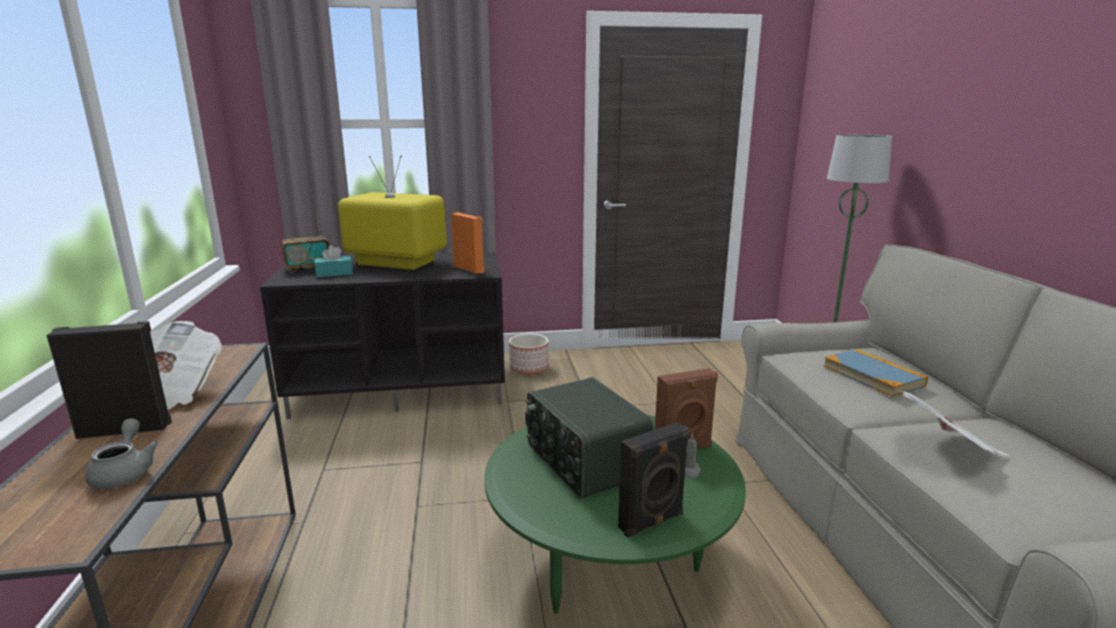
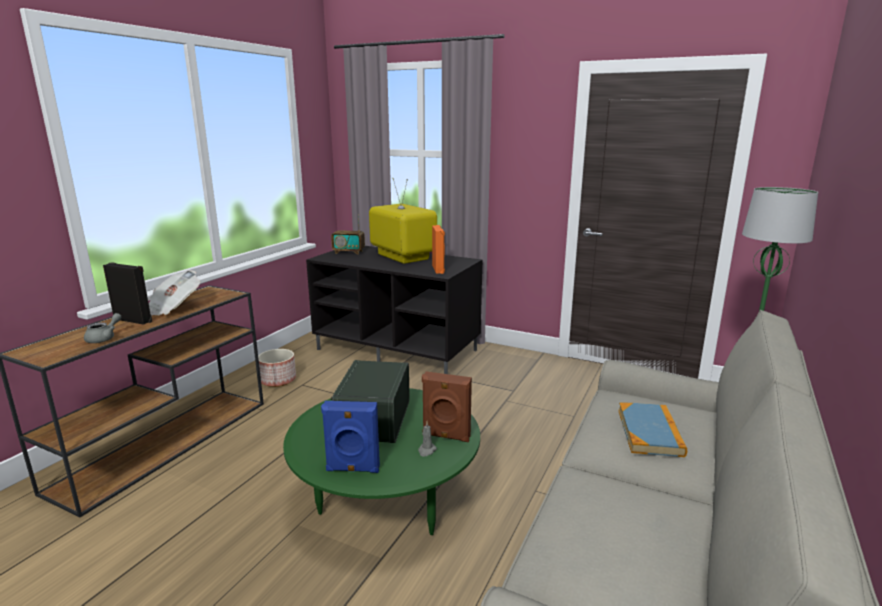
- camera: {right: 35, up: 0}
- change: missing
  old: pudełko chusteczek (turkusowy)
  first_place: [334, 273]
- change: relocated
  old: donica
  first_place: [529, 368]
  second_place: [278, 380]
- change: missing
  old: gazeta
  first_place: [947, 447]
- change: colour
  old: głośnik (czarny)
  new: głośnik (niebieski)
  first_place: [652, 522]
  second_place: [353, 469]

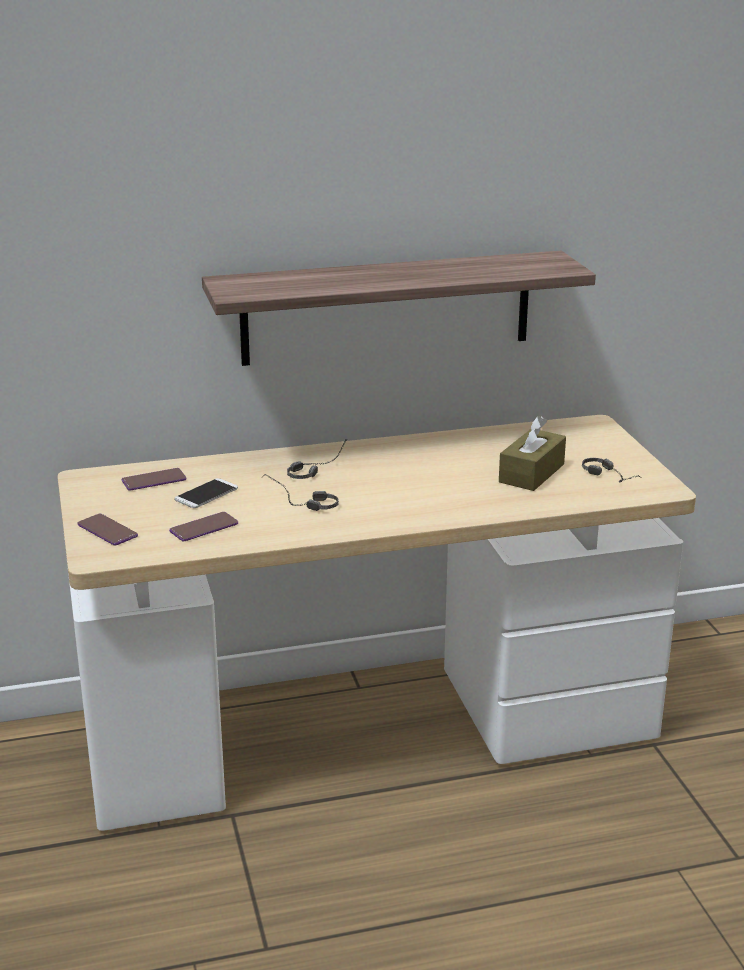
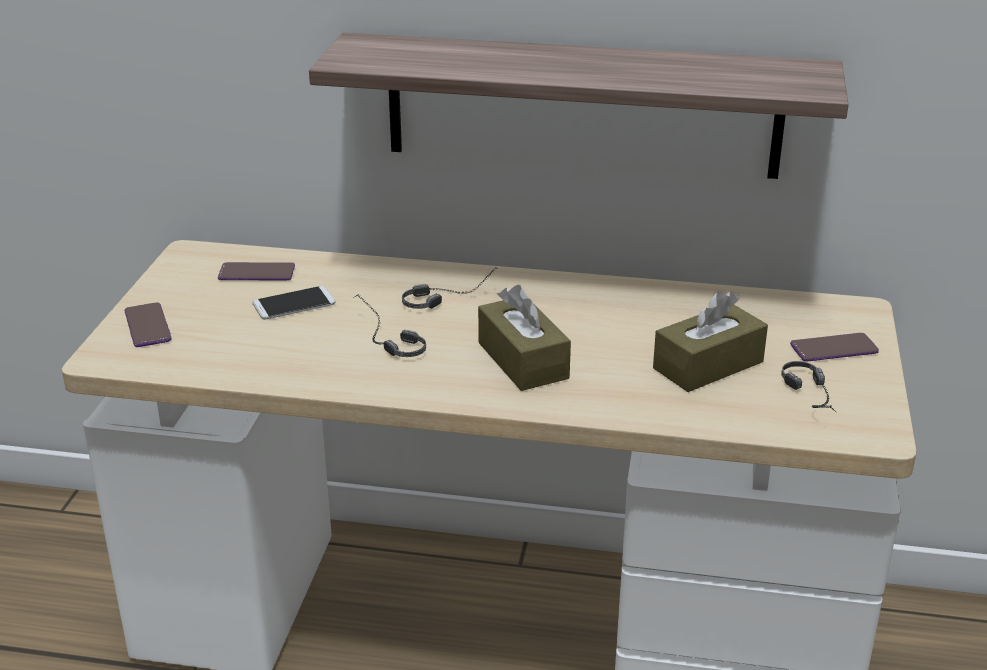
- camera: {right: 25, up: 5}
- change: relocated
  old: telefon
  first_place: [204, 528]
  second_place: [834, 349]
- change: appeared
  new: pudełko chusteczek (brązowy)
  second_place: [523, 360]

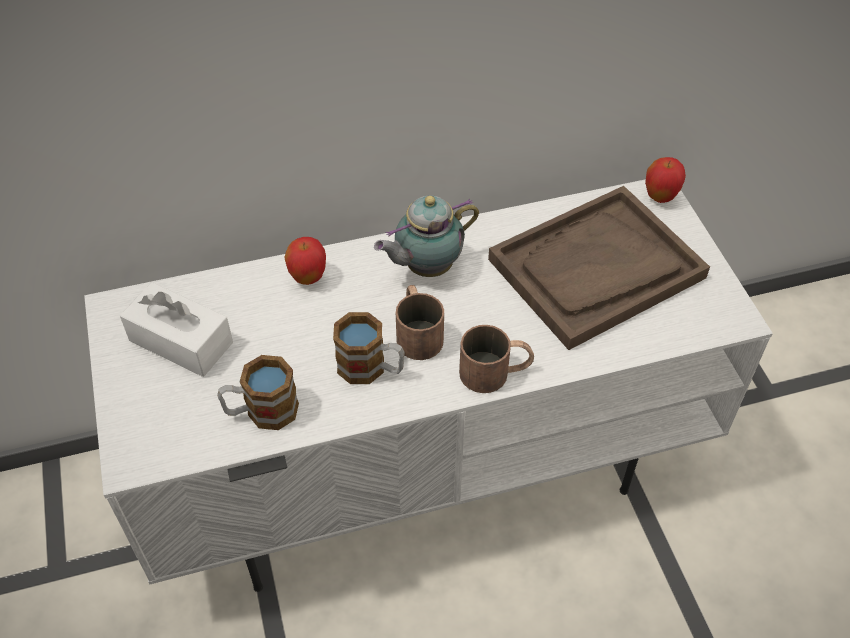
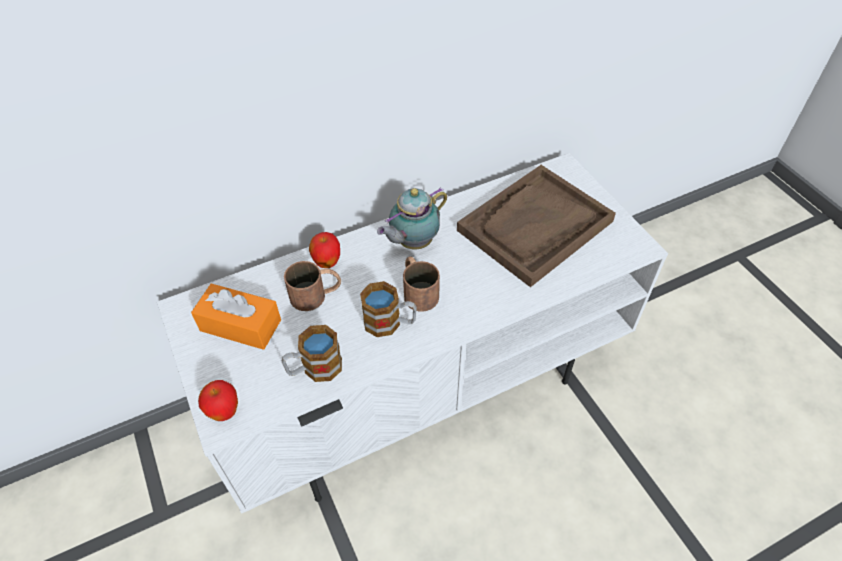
- camera: {right: -10, up: 0}
- change: relocated
  old: jabłko
  first_place: [660, 197]
  second_place: [225, 412]
- change: colour
  old: pudełko chusteczek (biały)
  new: pudełko chusteczek (pomarańczowy)
  first_place: [181, 341]
  second_place: [240, 325]
- change: relocated
  old: kubek (brązowy)
  first_place: [496, 372]
  second_place: [316, 295]

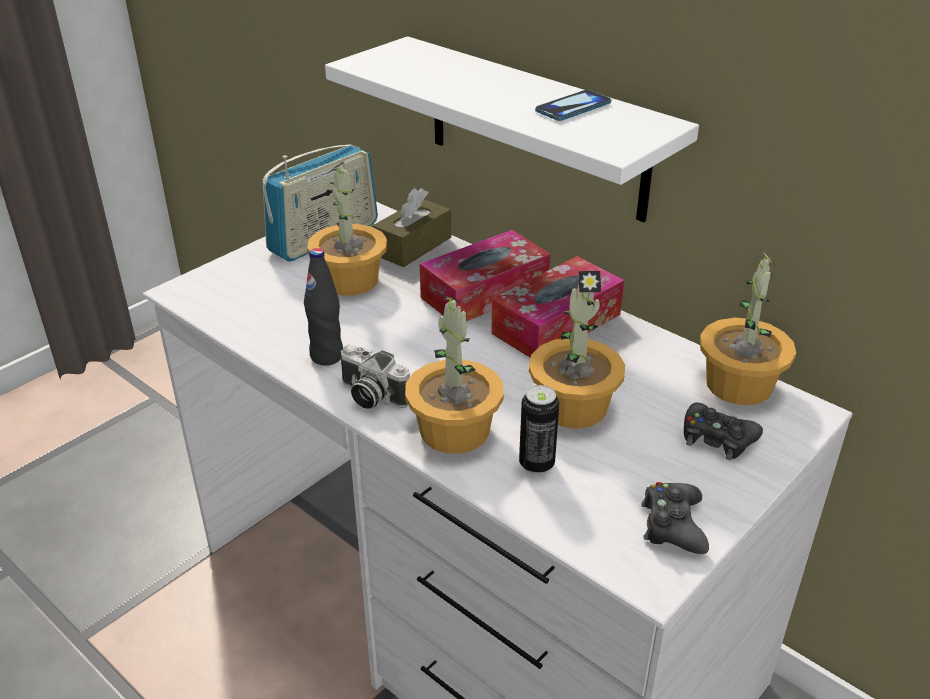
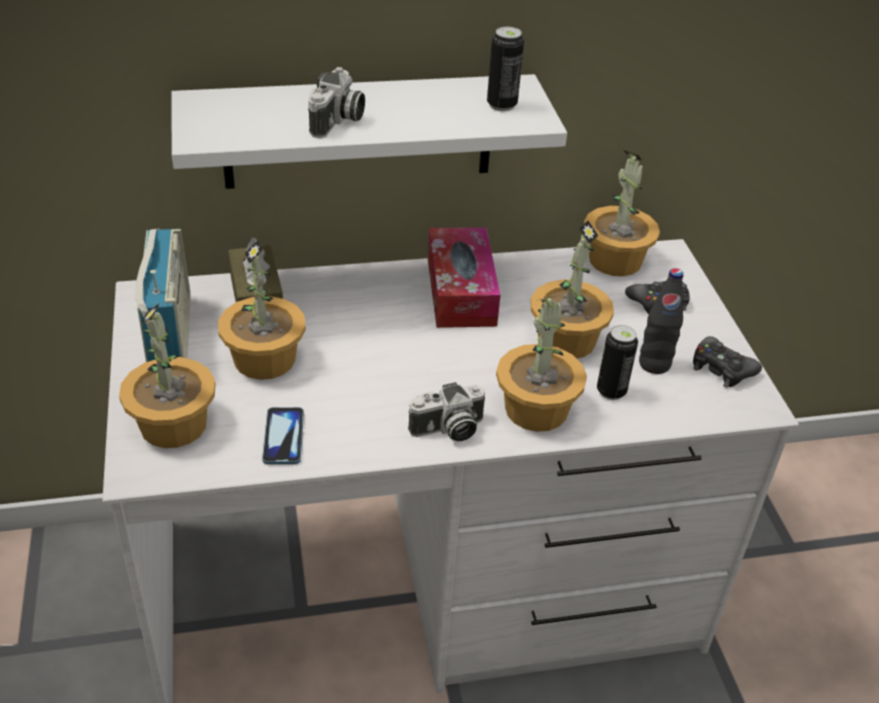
- camera: {right: -55, up: 5}
- change: relocated
  old: telefon
  first_place: [573, 107]
  second_place: [283, 437]
- change: missing
  old: pudełko chusteczek
  first_place: [485, 292]
- change: relocated
  old: butelka (czarny)
  first_place: [327, 356]
  second_place: [654, 364]
- change: appeared
  new: puszka
  second_place: [501, 105]
- change: appeared
  new: aparat fotograficzny
  second_place: [338, 121]
- change: appeared
  new: roślina doniczkowa
  second_place: [174, 425]

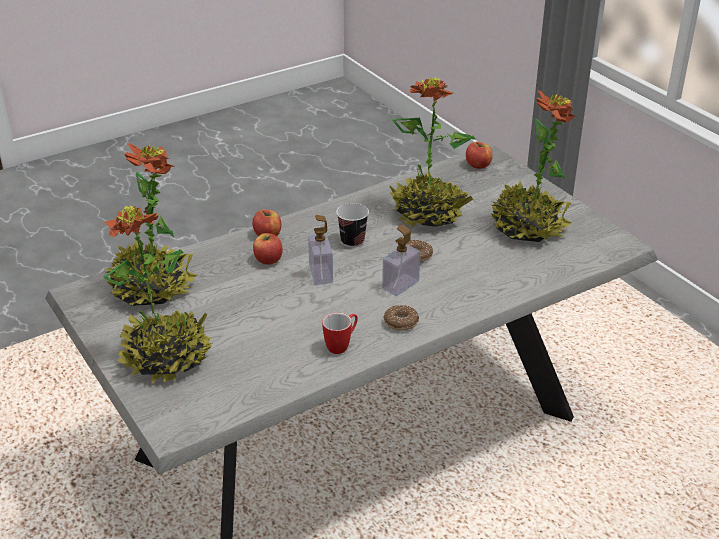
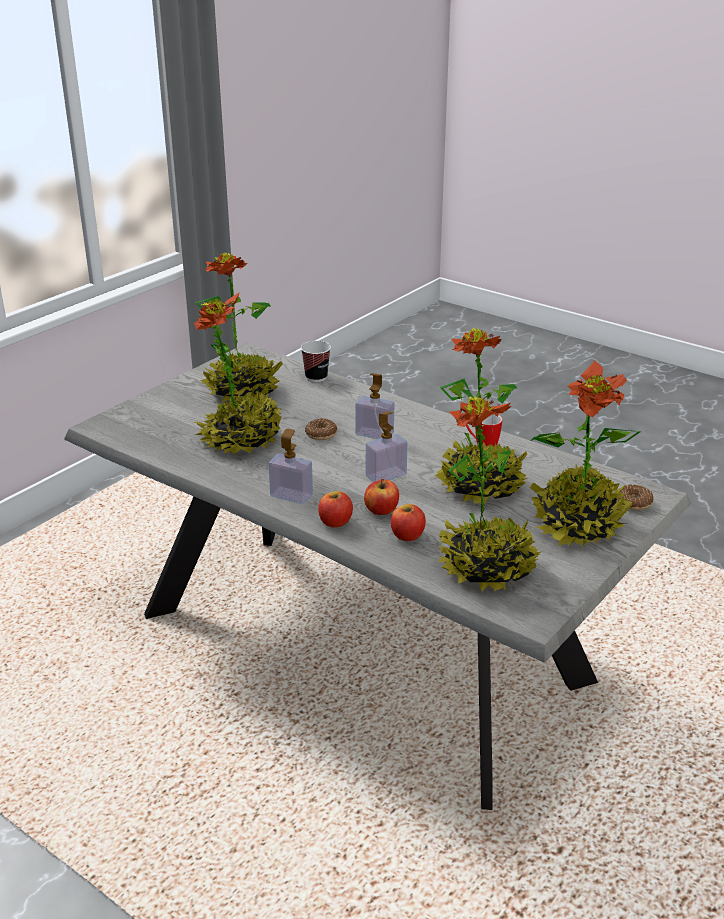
- camera: {right: -110, up: -5}
- change: relocated
  old: jabłko
  first_place: [478, 165]
  second_place: [407, 535]
- change: relocated
  old: filiżanka
  first_place: [352, 241]
  second_place: [316, 377]
- change: relocated
  old: donut
  first_place: [401, 322]
  second_place: [633, 502]
- change: appeared
  new: roślina doniczkowa
  second_place: [480, 486]
- change: appeared
  new: dozownik mydła
  second_place: [291, 496]

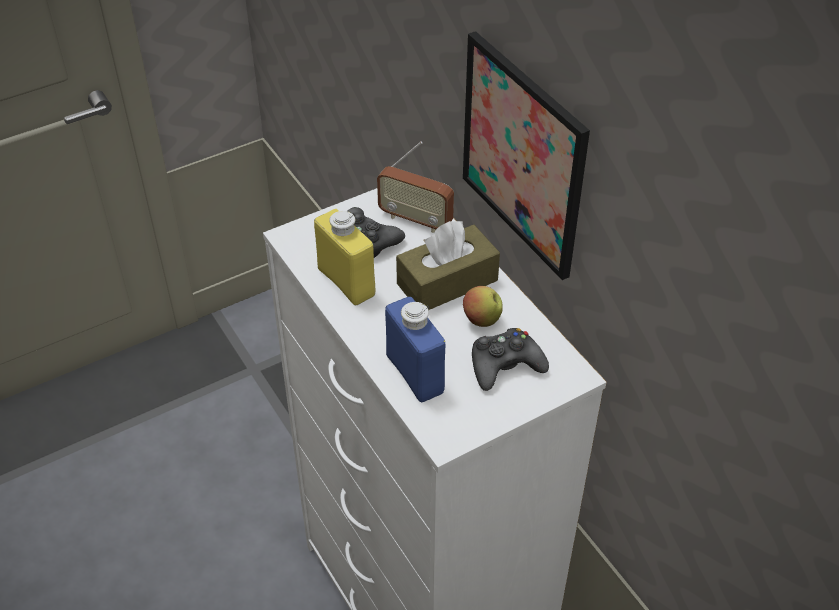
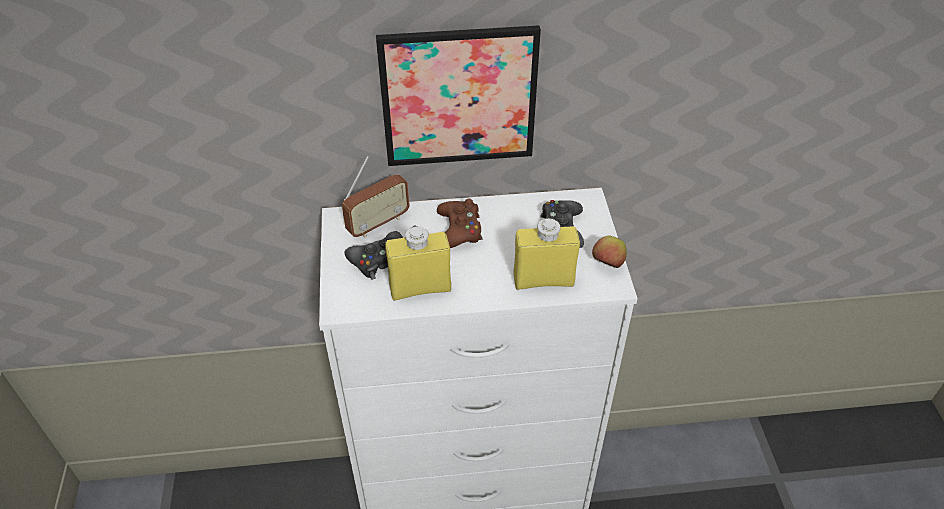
- camera: {right: -65, up: 0}
- change: exchanged
  old: pudełko chusteczek (brązowy)
  new: pad do gier (brązowy)
  first_place: [447, 282]
  second_place: [459, 230]
- change: relocated
  old: jabłko
  first_place: [481, 320]
  second_place: [607, 264]
- change: colour
  old: butelka (niebieski)
  new: butelka (żółty)
  first_place: [415, 374]
  second_place: [543, 280]

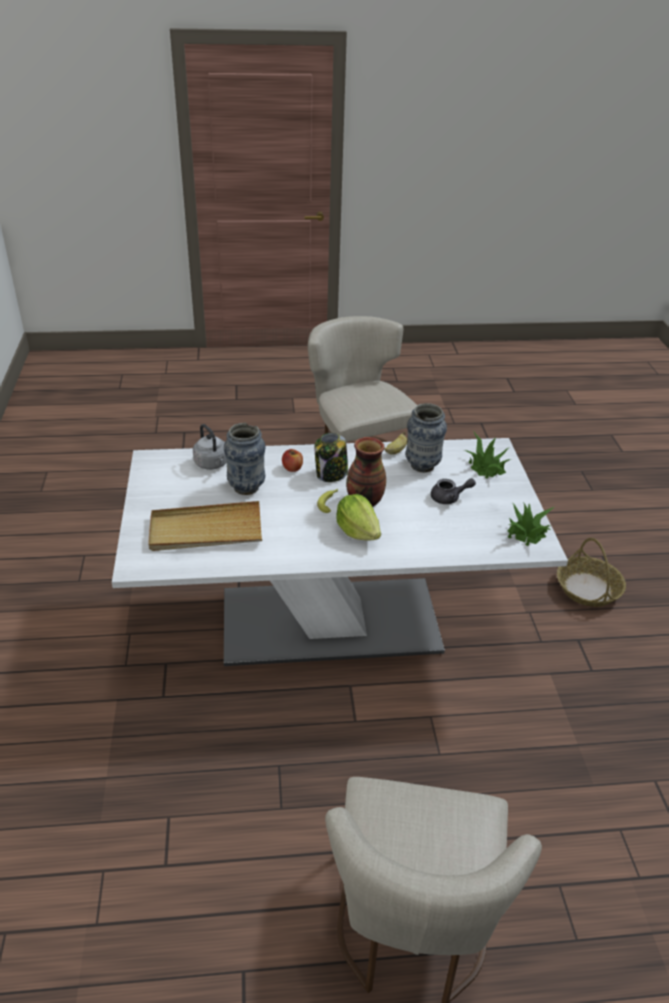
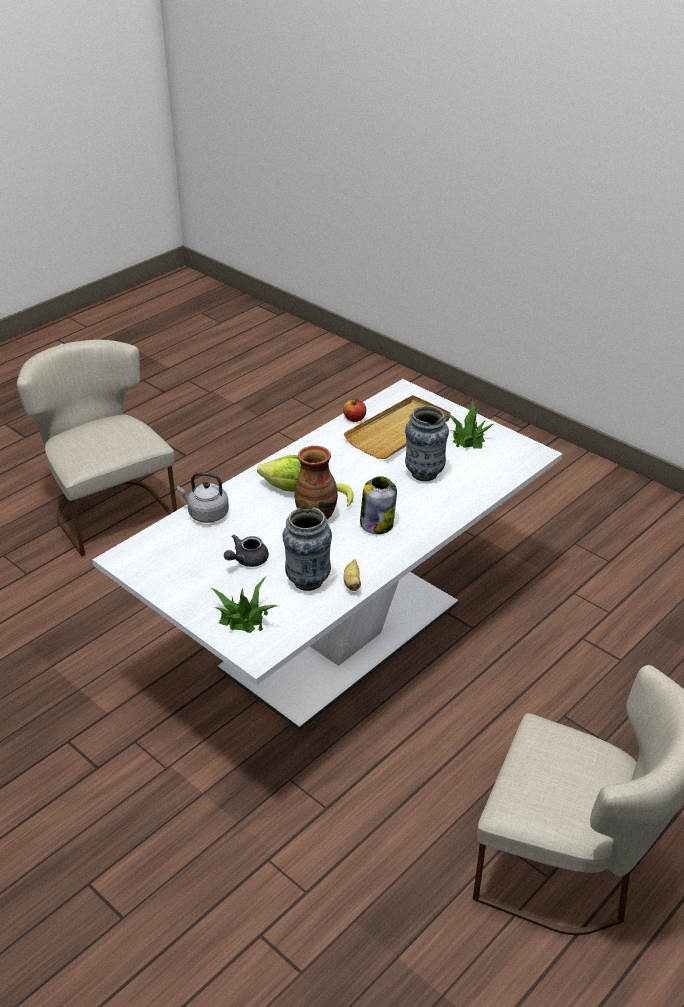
- camera: {right: 140, up: 0}
- change: relocated
  old: czajnik (szary)
  first_place: [212, 464]
  second_place: [206, 514]
- change: relocated
  old: jabłko
  first_place: [292, 468]
  second_place: [354, 418]
- change: relocated
  old: roślina doniczkowa
  first_place: [526, 532]
  second_place: [469, 437]
- change: missing
  old: koszyk
  first_place: [588, 589]

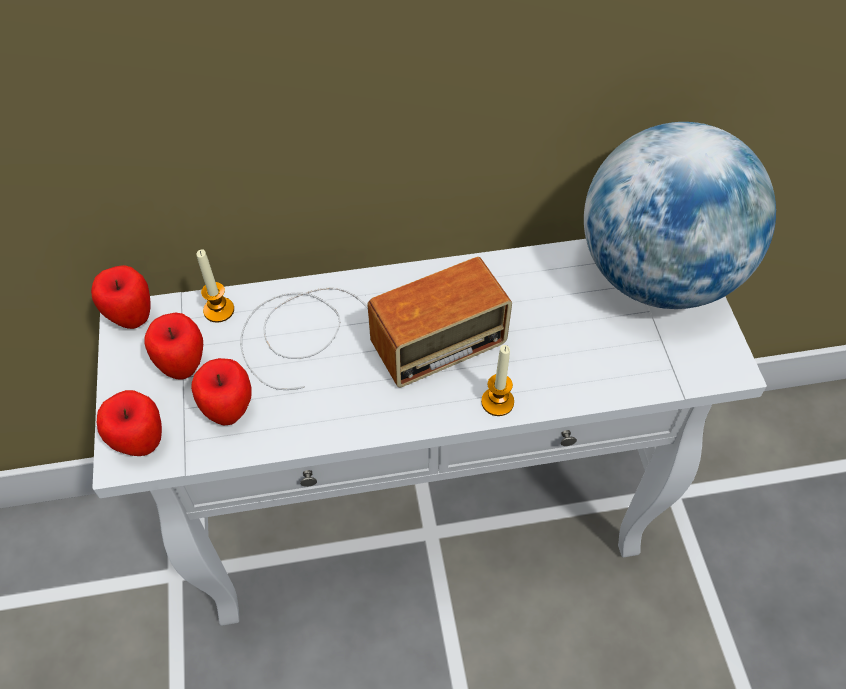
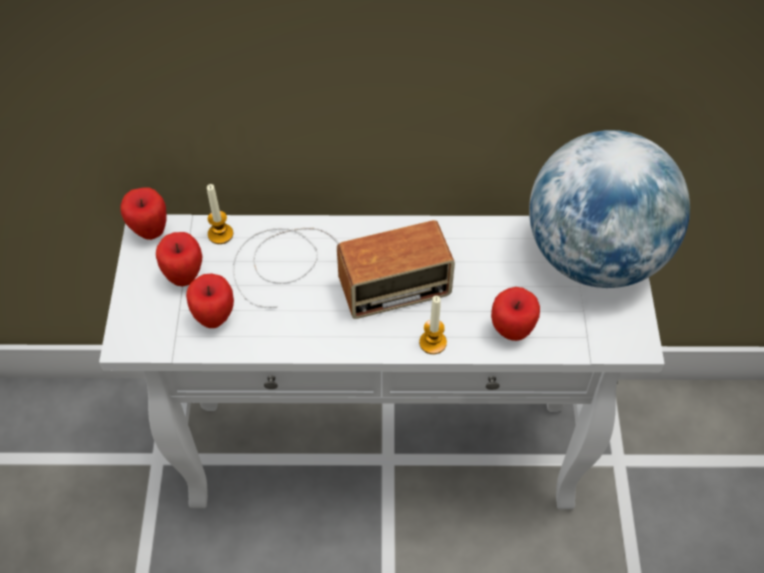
- camera: {right: 10, up: 0}
- change: relocated
  old: jabłko
  first_place: [142, 444]
  second_place: [511, 332]

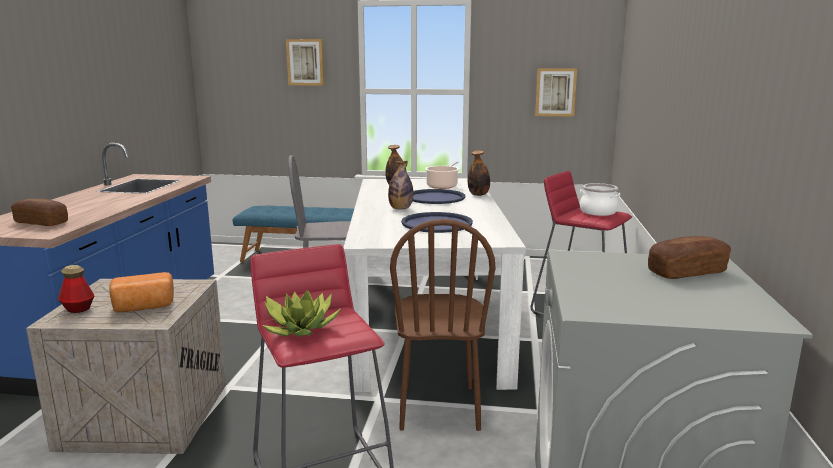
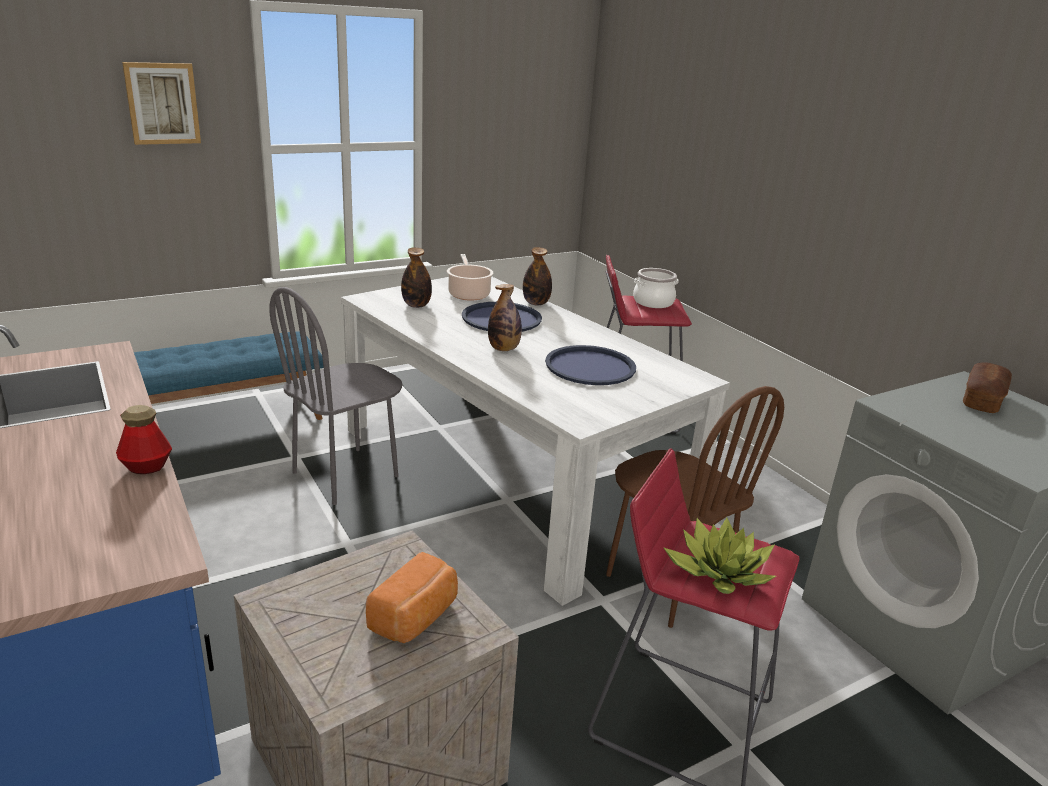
- camera: {right: -40, up: 10}
- change: missing
  old: obraz
  first_place: [555, 92]
- change: missing
  old: chleb
  first_place: [41, 222]
- change: relocated
  old: butelka
  first_place: [78, 309]
  second_place: [147, 467]

